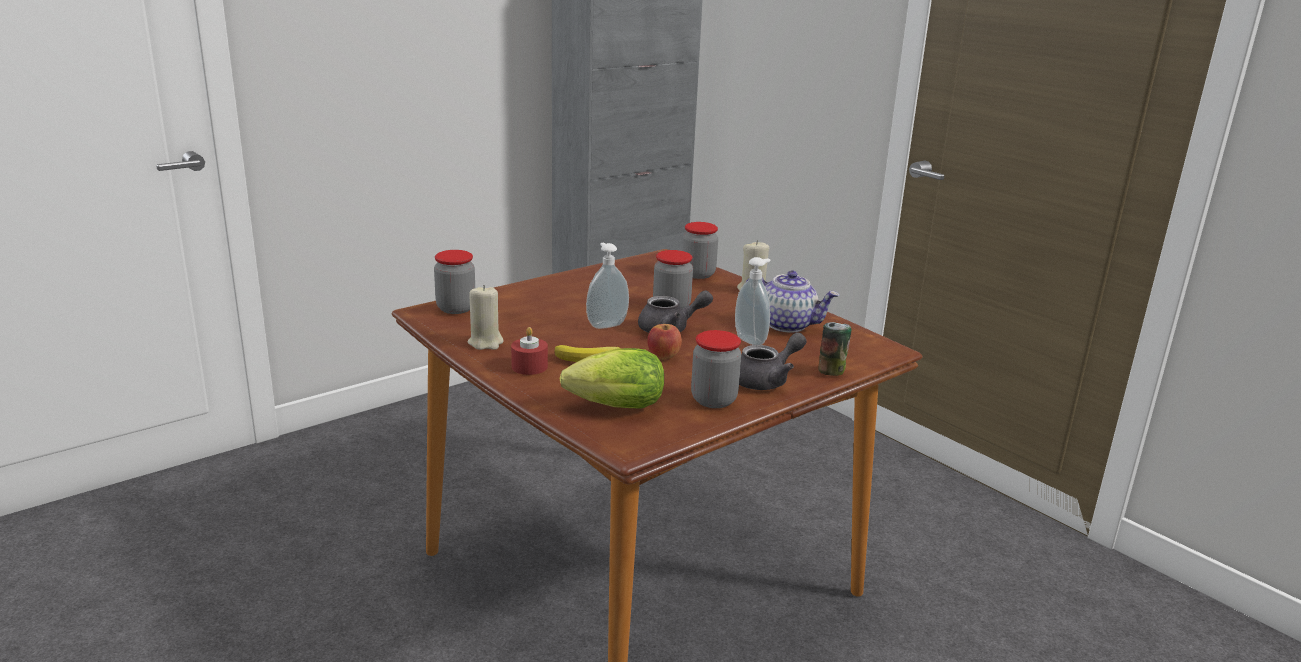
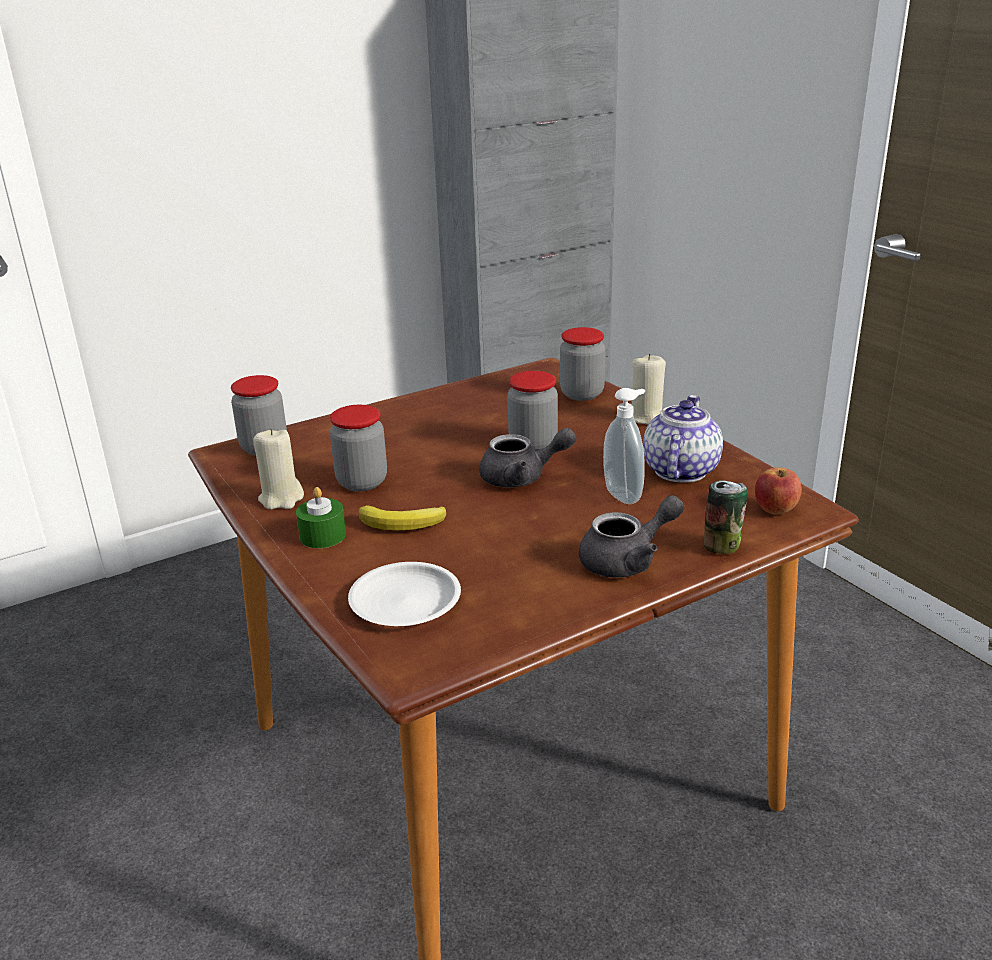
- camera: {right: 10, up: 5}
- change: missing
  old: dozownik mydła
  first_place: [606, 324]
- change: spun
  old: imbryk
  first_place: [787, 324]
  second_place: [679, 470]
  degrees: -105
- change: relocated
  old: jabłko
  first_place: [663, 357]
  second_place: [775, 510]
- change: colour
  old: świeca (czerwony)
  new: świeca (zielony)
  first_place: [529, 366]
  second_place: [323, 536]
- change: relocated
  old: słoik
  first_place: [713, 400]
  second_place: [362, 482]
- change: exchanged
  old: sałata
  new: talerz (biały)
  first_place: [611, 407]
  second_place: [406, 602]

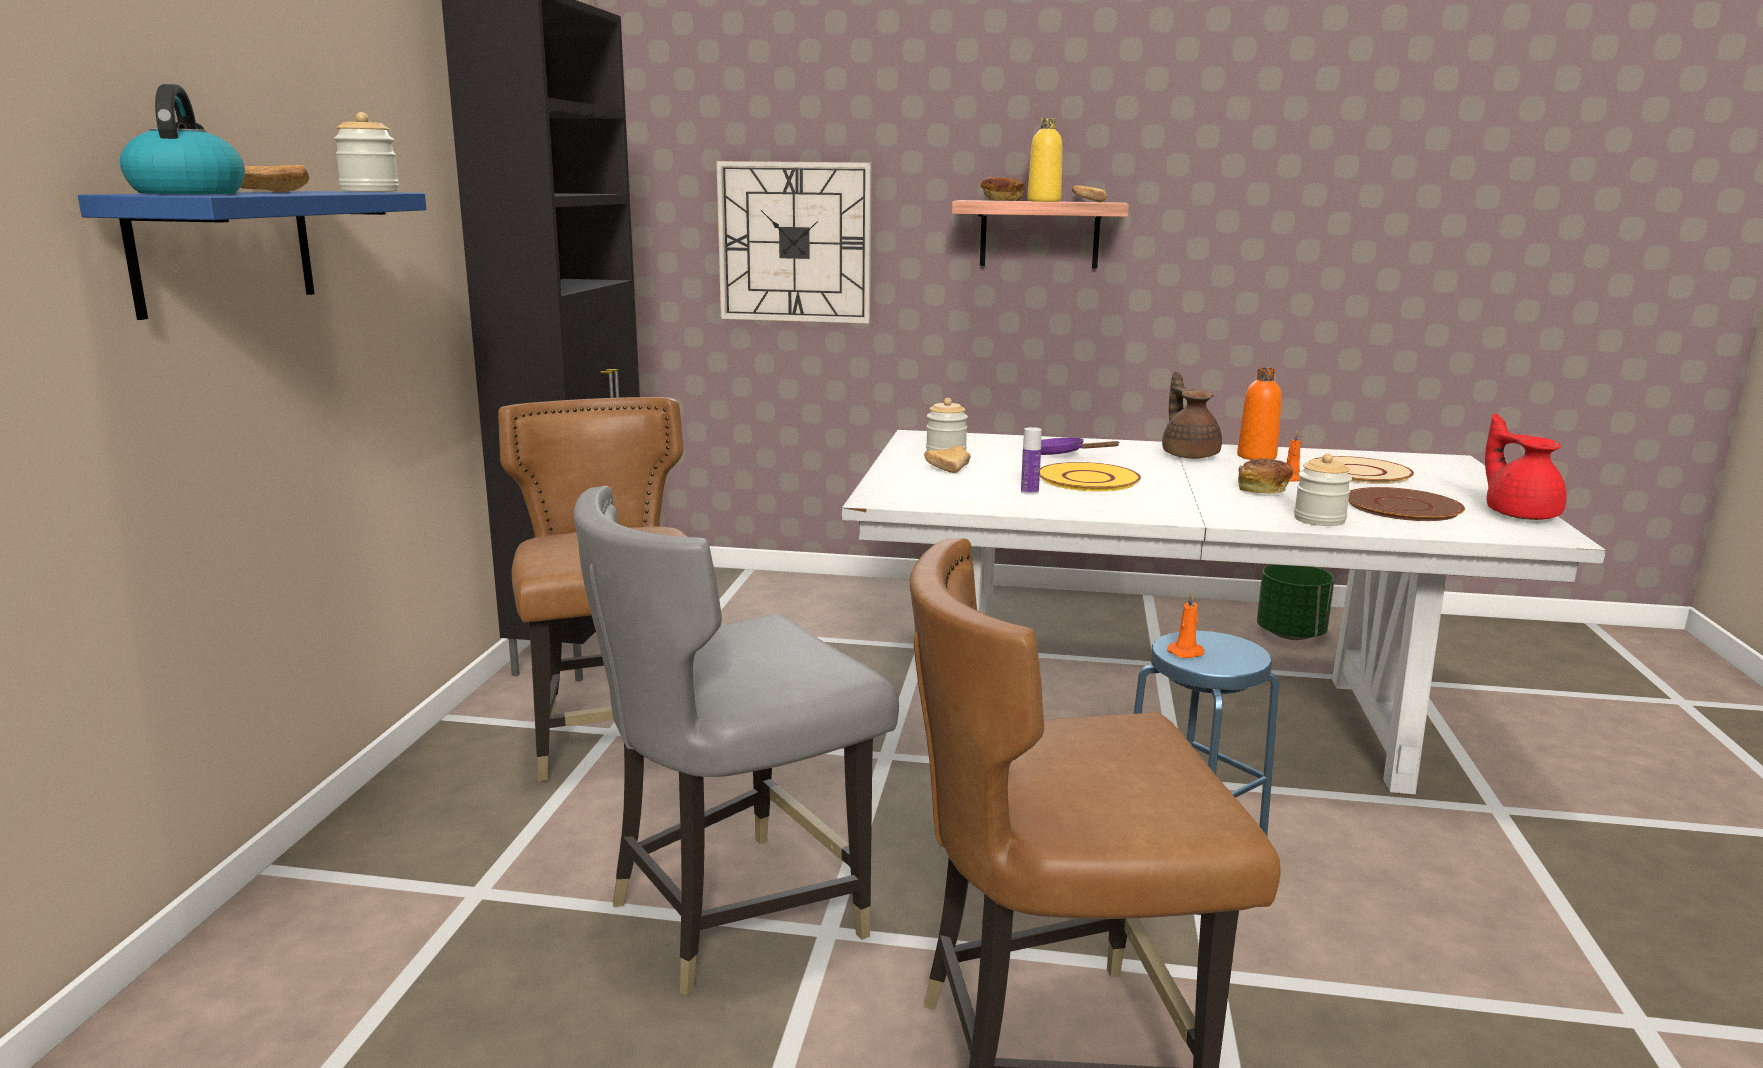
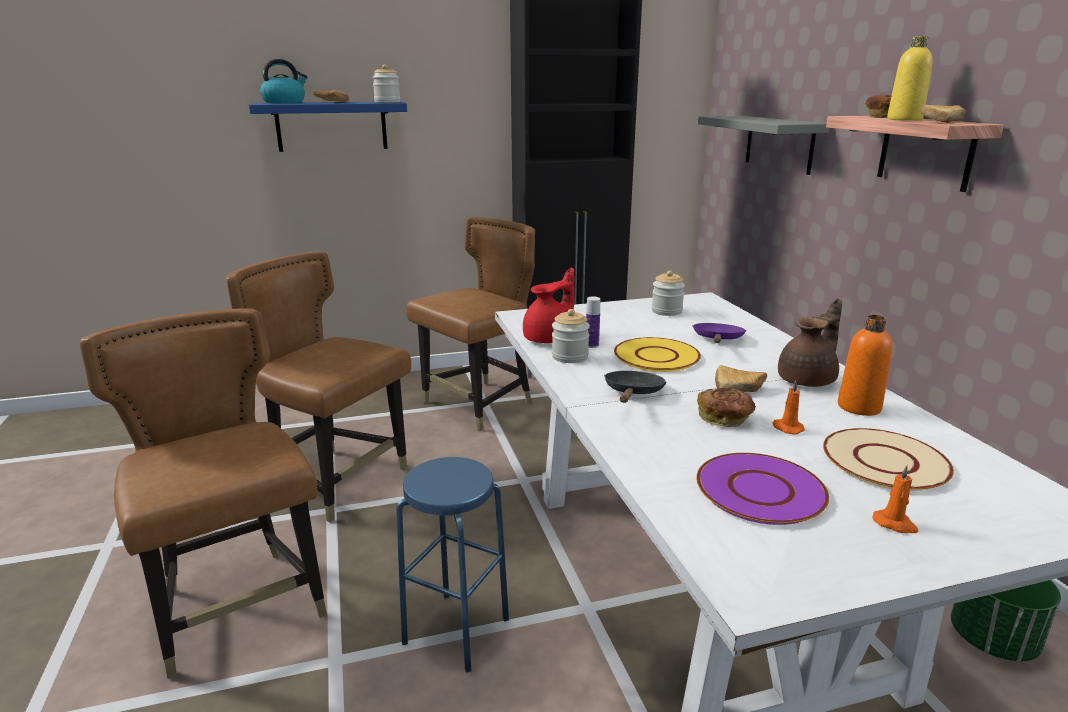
- camera: {right: 65, up: 5}
- change: exchanged
  old: zegar ścienny
  new: półka (szary)
  first_place: [795, 242]
  second_place: [779, 144]
- change: relocated
  old: imbryk (czerwony)
  first_place: [1519, 514]
  second_place: [549, 338]
- change: relocated
  old: chleb
  first_place: [951, 467]
  second_place: [740, 389]
- change: relocated
  old: słoik
  first_place: [1319, 519]
  second_place: [570, 356]
- change: colour
  old: krzesło (szary)
  new: krzesło (brązowy)
  first_place: [735, 912]
  second_place: [337, 481]
- change: colour
  old: talerz (brązowy)
  new: talerz (fioletowy)
  first_place: [1403, 506]
  second_place: [761, 490]
- change: relocated
  old: świeca (pomarańczowy)
  first_place: [1187, 652]
  second_place: [895, 524]
- change: appeared
  new: patelnia (czarny)
  second_place: [633, 393]

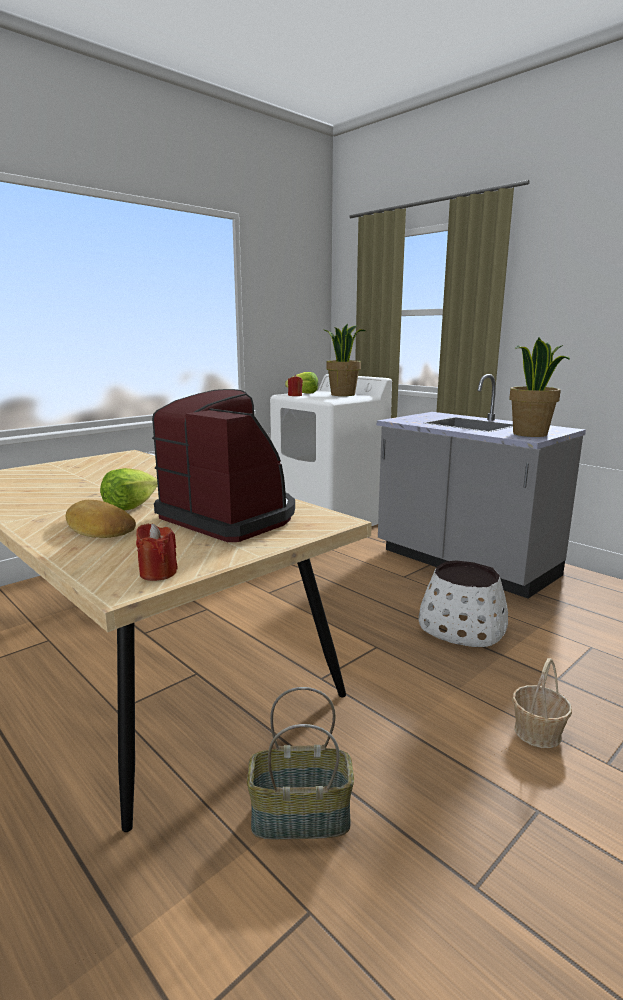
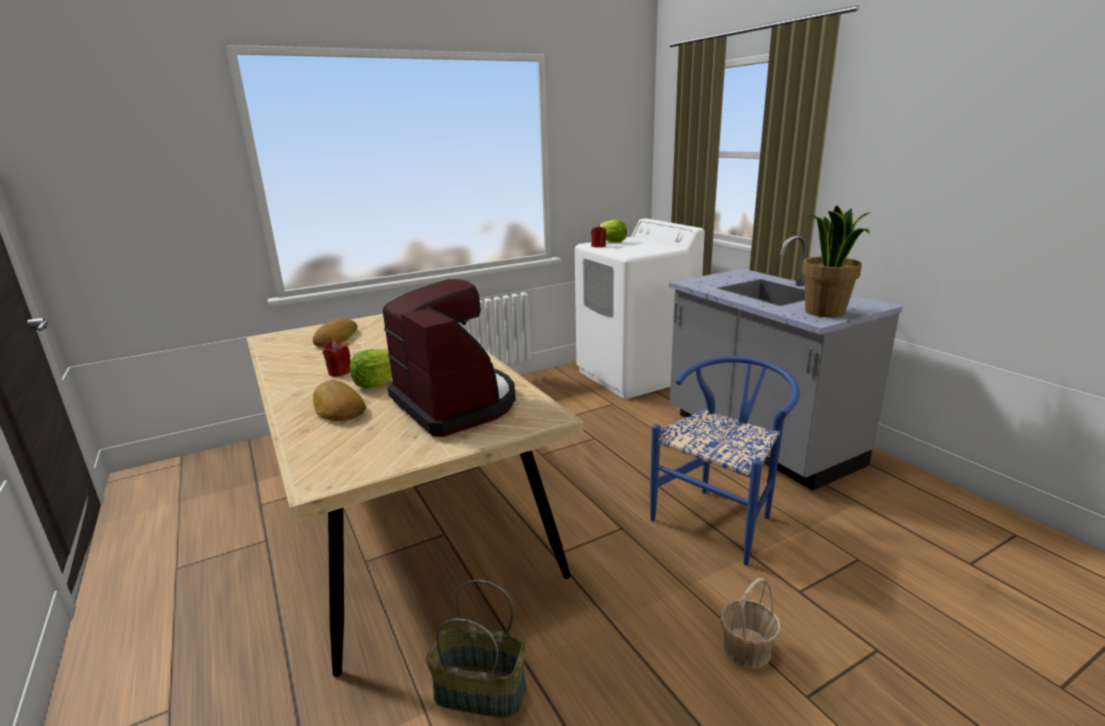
- camera: {right: 15, up: 5}
- change: missing
  old: roślina doniczkowa
  first_place: [342, 394]
- change: relocated
  old: świeca (czerwony)
  first_place: [158, 573]
  second_place: [340, 372]
- change: exchanged
  old: donica (biały)
  new: krzesło (niebieski)
  first_place: [462, 628]
  second_place: [720, 518]
- change: appeared
  new: chleb
  second_place: [335, 338]

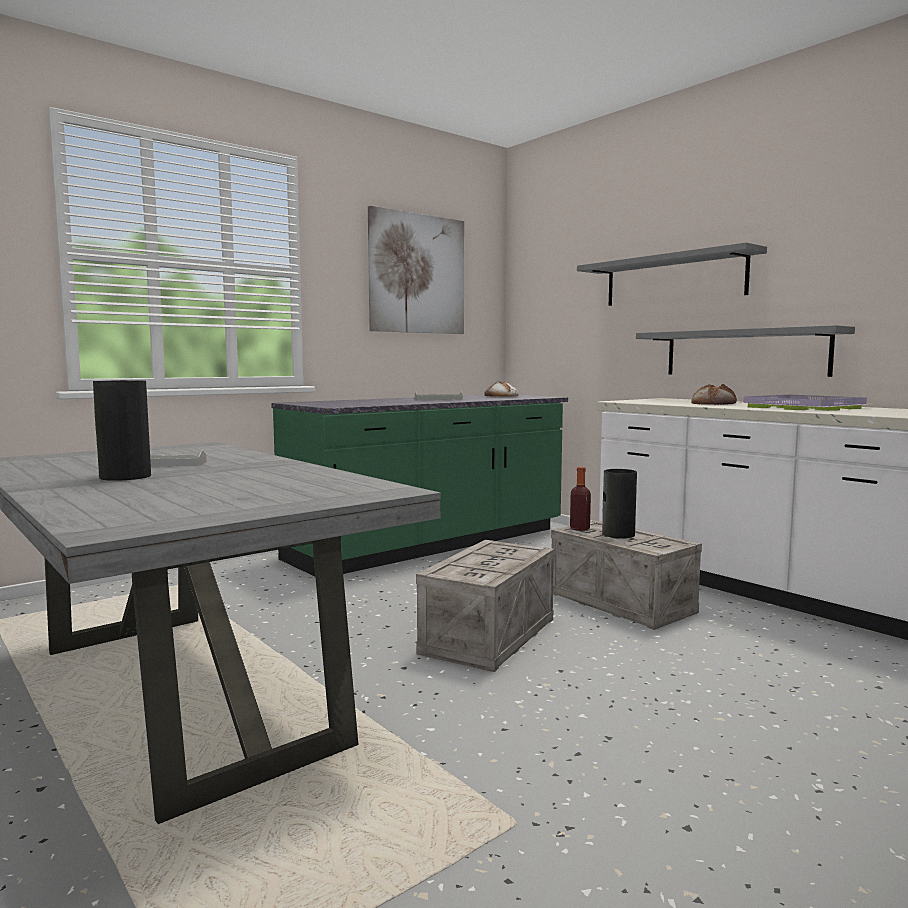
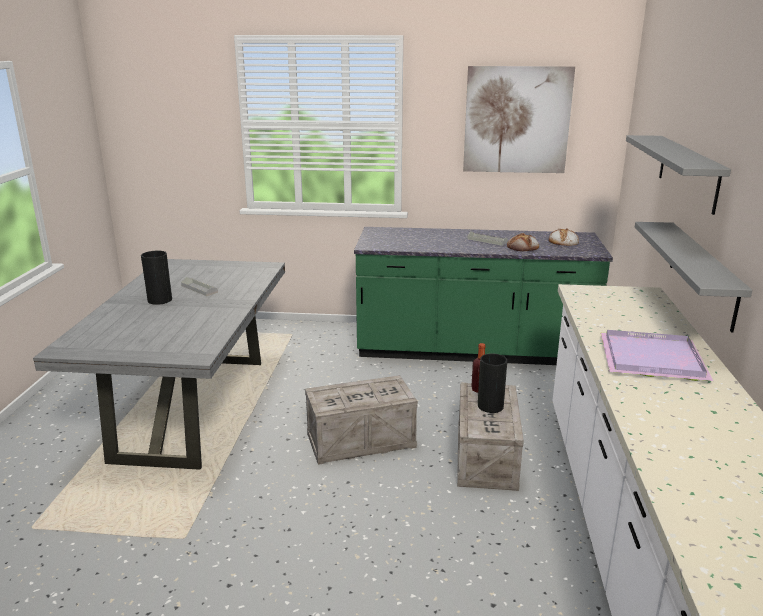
- camera: {right: 45, up: 15}
- change: relocated
  old: chleb
  first_place: [714, 403]
  second_place: [523, 247]

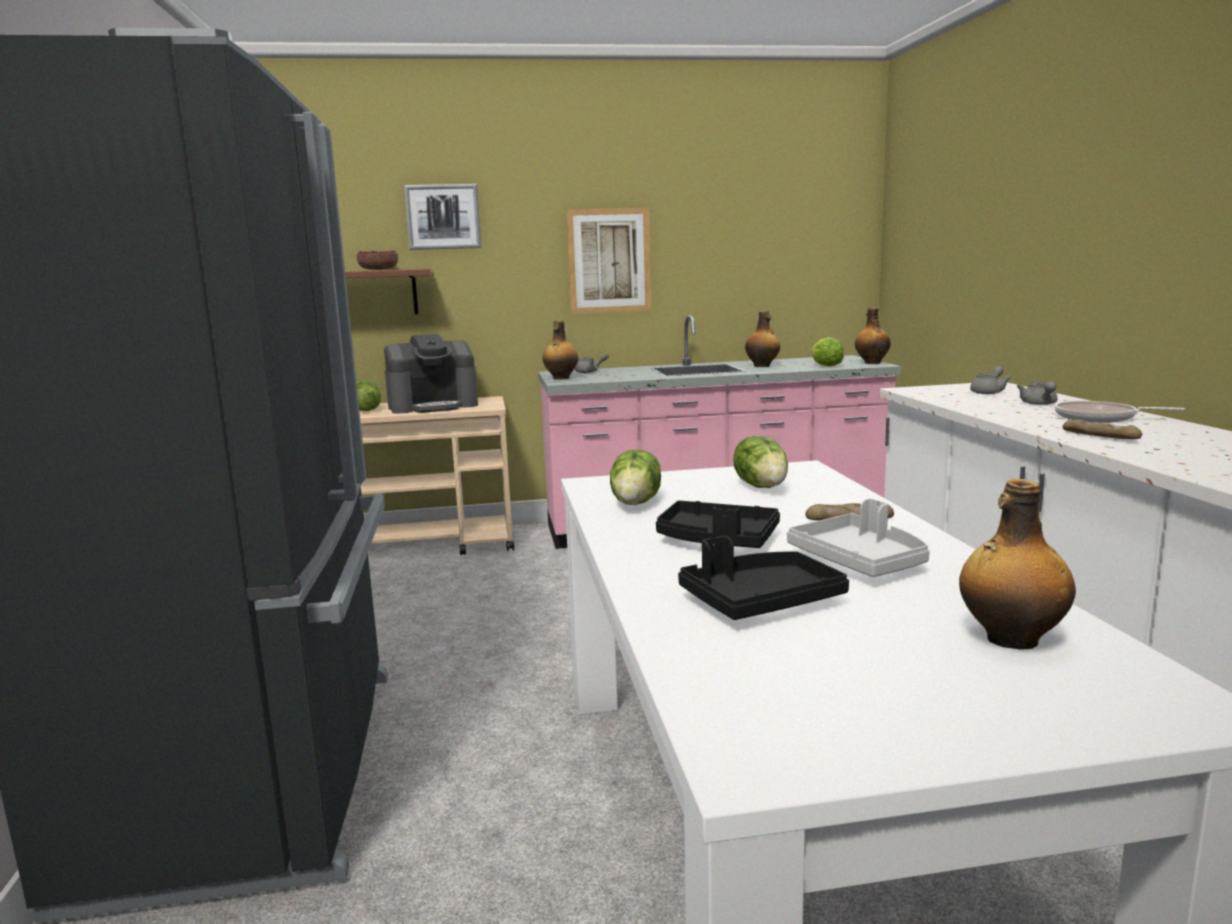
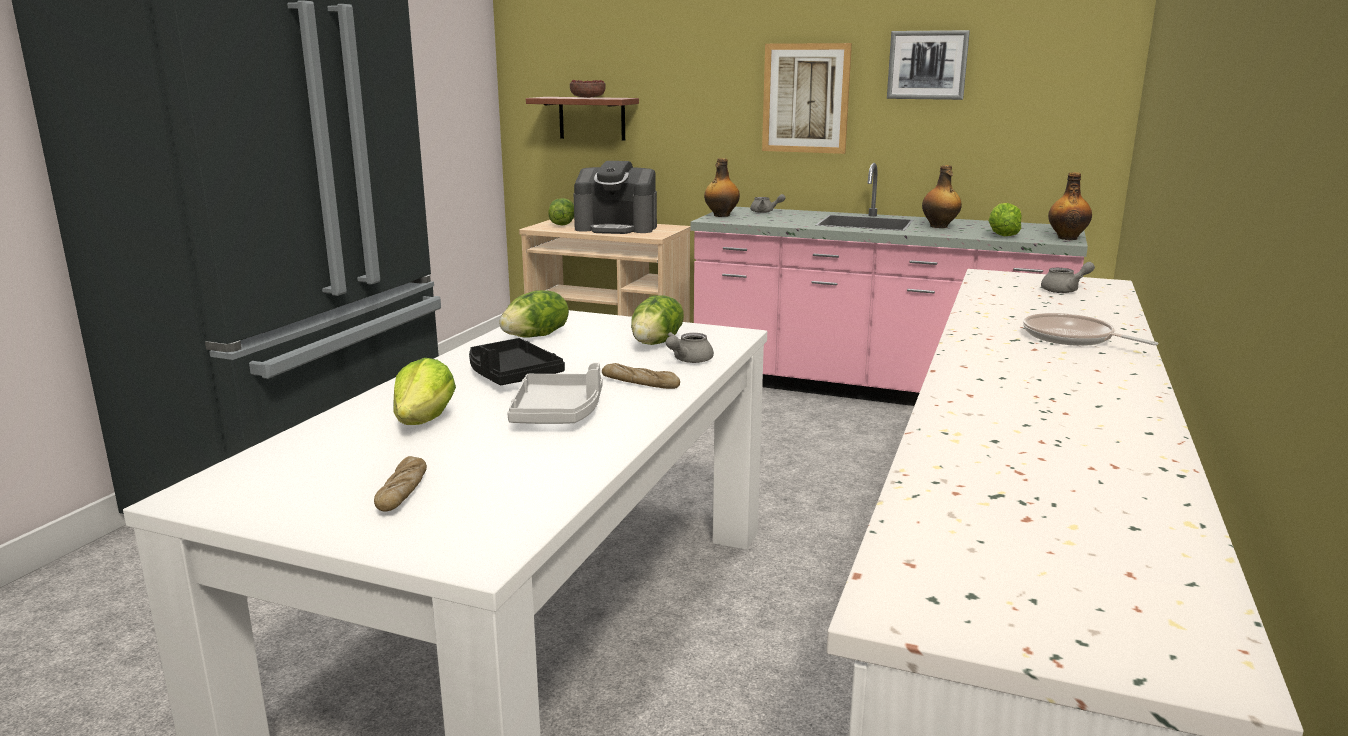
- camera: {right: 30, up: 5}
- change: relocated
  old: obraz
  first_place: [443, 217]
  second_place: [927, 65]
- change: relocated
  old: imbryk (szary)
  first_place: [1039, 404]
  second_place: [688, 360]
- change: relocated
  old: chleb
  first_place: [1100, 437]
  second_place: [402, 492]
- change: missing
  old: butelka
  first_place: [1010, 639]
- change: exchanged
  old: taca (czarny)
  new: sałata
  first_place: [760, 601]
  second_place: [425, 420]

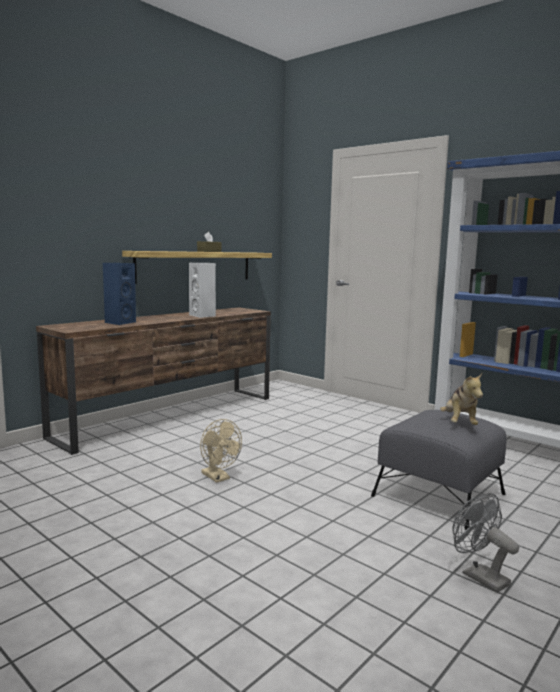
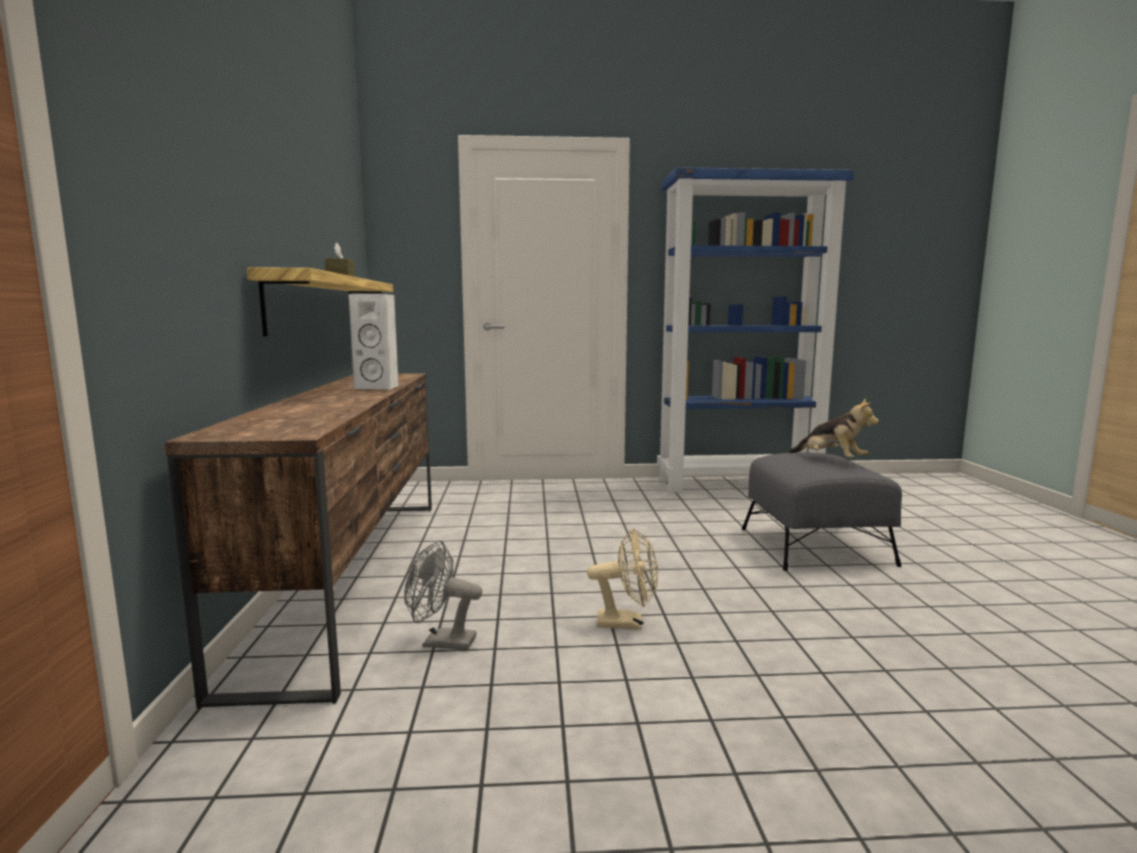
- camera: {right: -45, up: 0}
- change: missing
  old: głośnik (niebieski)
  first_place: [119, 322]
- change: relocated
  old: wentylator (szary)
  first_place: [479, 576]
  second_place: [441, 642]

